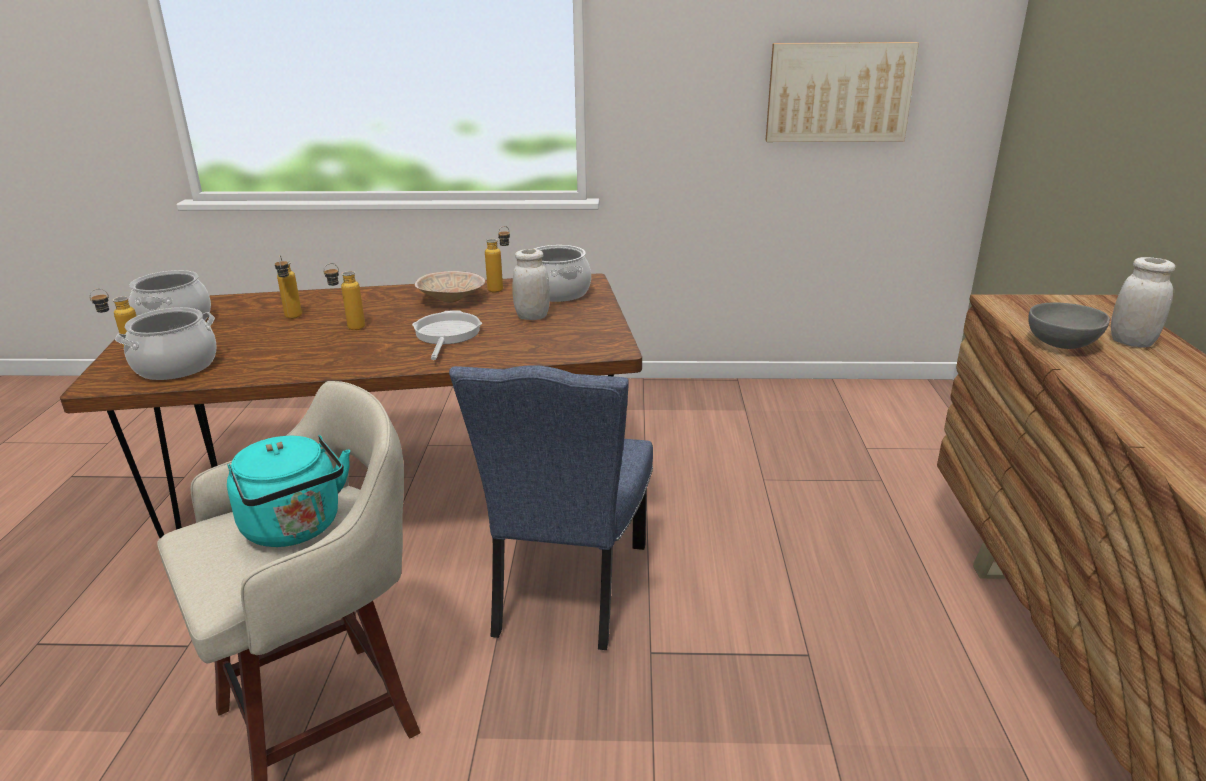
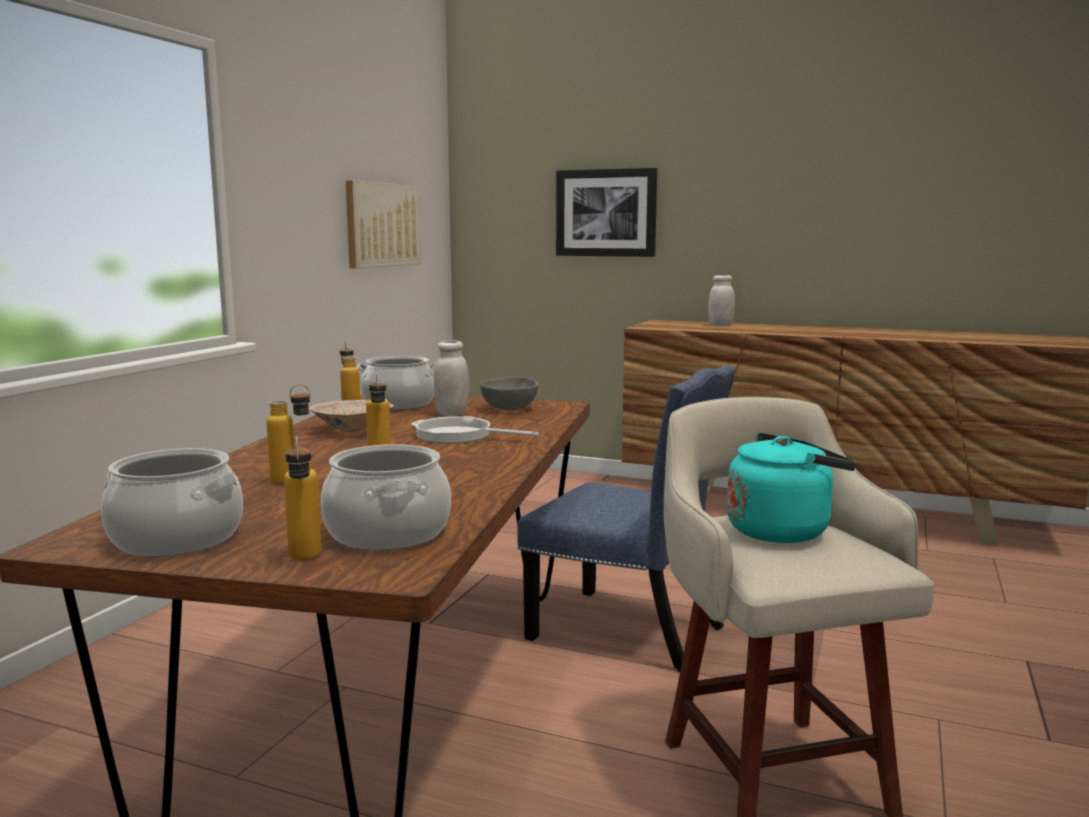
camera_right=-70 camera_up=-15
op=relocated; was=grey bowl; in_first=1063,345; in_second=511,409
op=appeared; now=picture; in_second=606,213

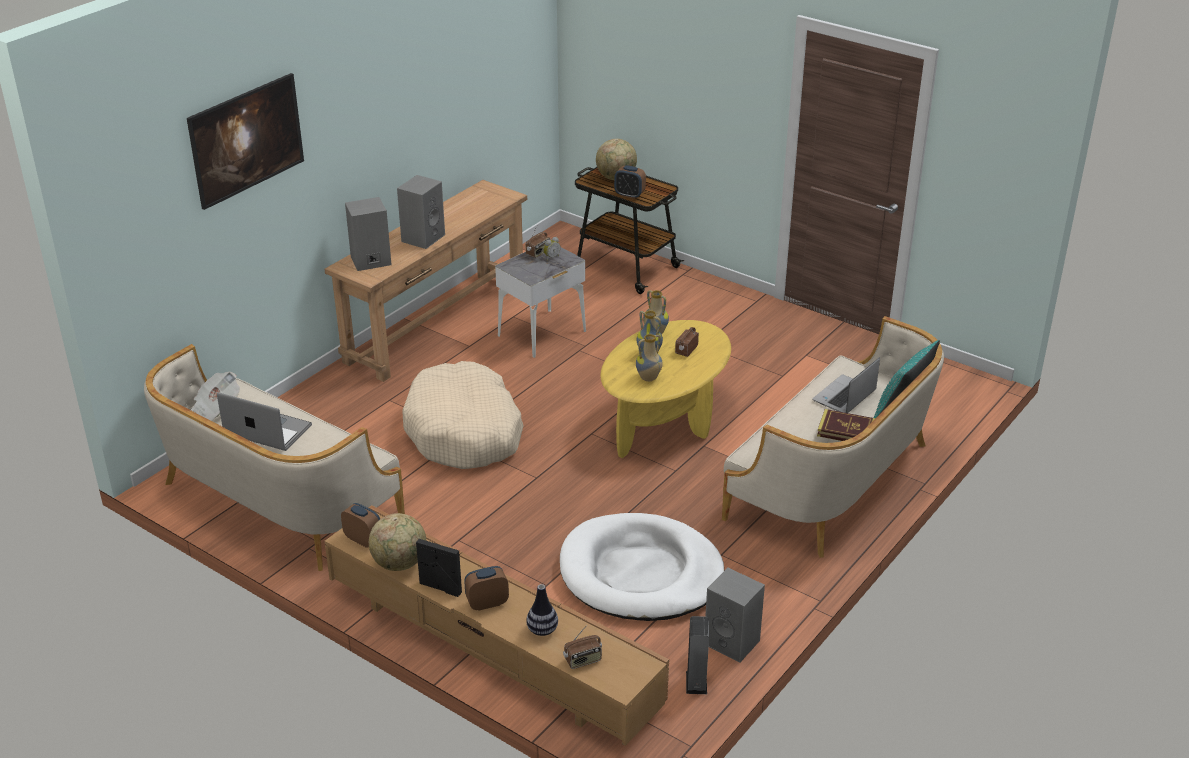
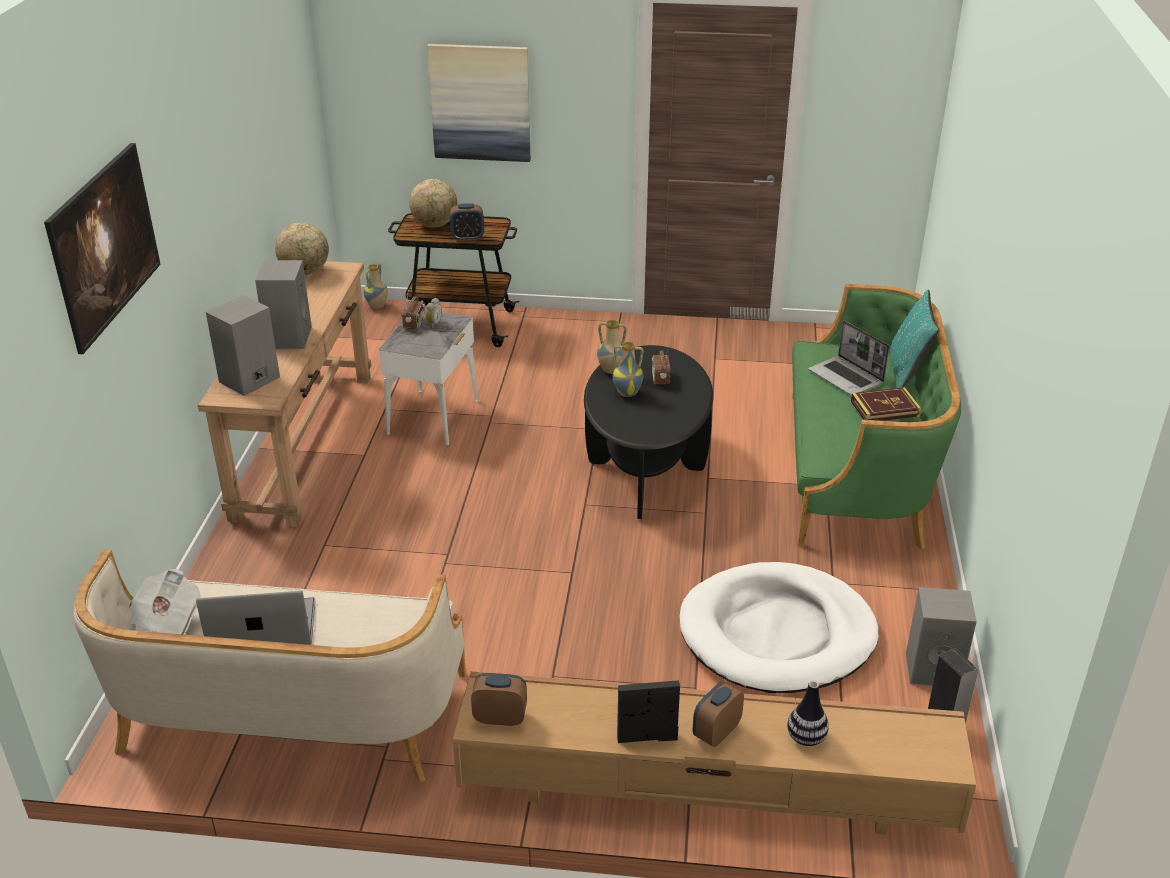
camera_right=-30 camera_up=0
op=relocated; was=globe; in_first=400,563; in_second=305,272
op=relocated; was=vase; in_first=648,378; in_second=377,306
op=appeared; now=picture; in_second=480,102
op=colour; was=yellow coffee table; now=black coffee table; in_first=664,421; in_second=646,466
op=colour; was=beige sofa; now=green sofa; in_first=832,480; in_second=857,469
op=spun; was=laptop; in_first=844,397; in_second=846,377; clockwise=-45
op=missing; was=beige dog bed; in_first=464,432
op=missing; was=radio; in_first=583,661

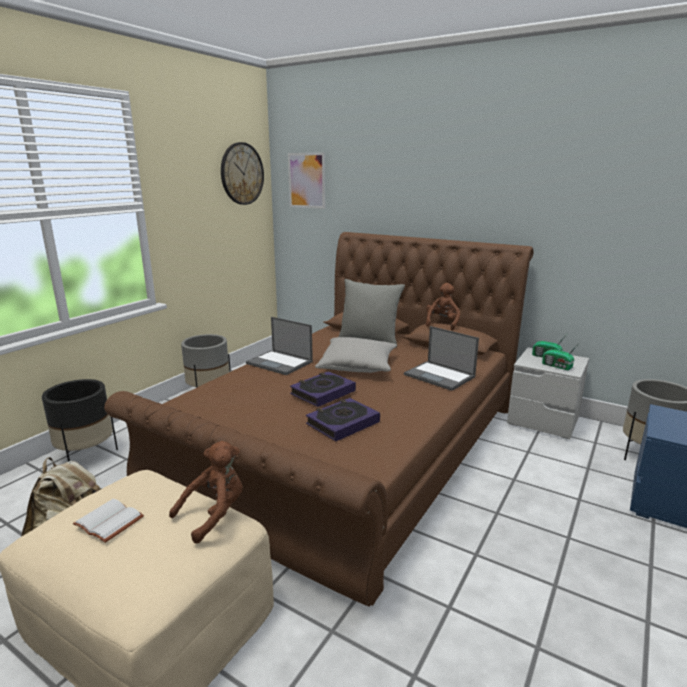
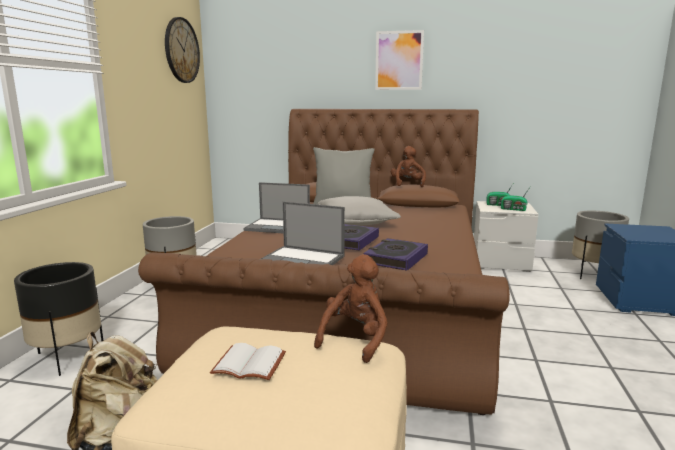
camera_right=-20 camera_up=-5
op=relocated; was=laptop; in_first=440,376; in_second=303,260
op=relocated; was=picture; in_first=307,180; in_second=399,60

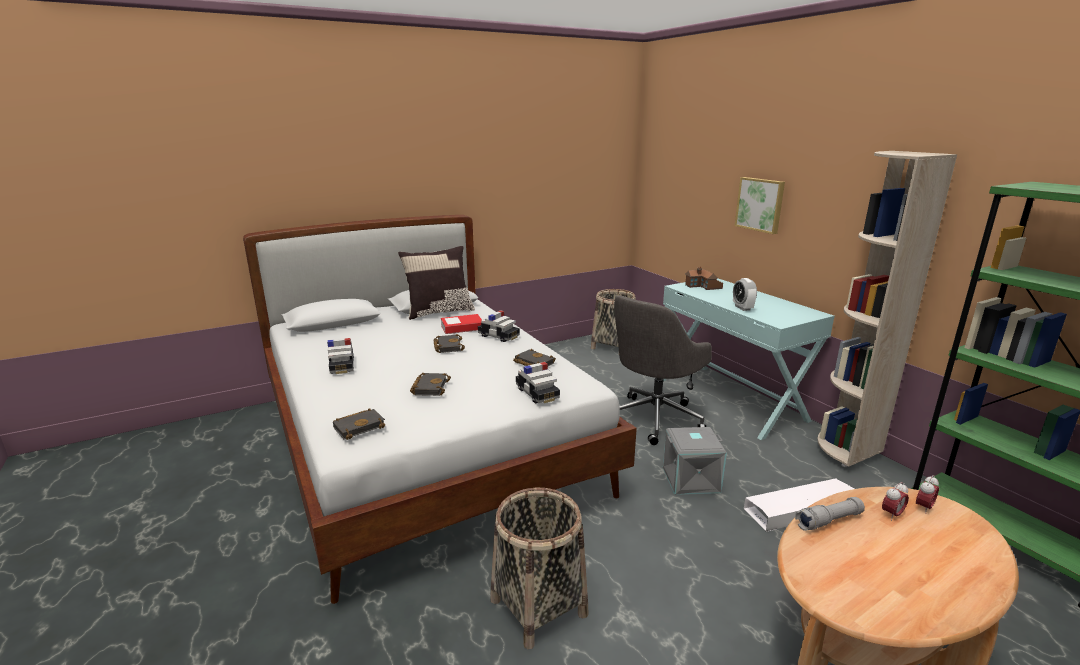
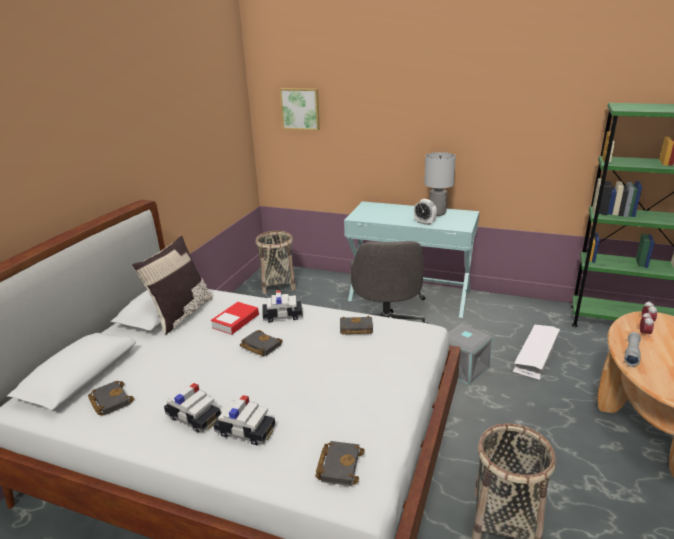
camera_right=-40 camera_up=5
op=relocated; was=black book; in_first=429,387; in_second=109,401
op=relocated; was=toy car; in_first=537,393; in_second=246,431
op=relocated; was=picture; in_first=760,204; in_second=300,109
op=appeared; now=grey table lamp; in_second=437,214
op=missing; was=toy house; in_first=703,286
op=missing; was=beige bookcase; in_first=842,452

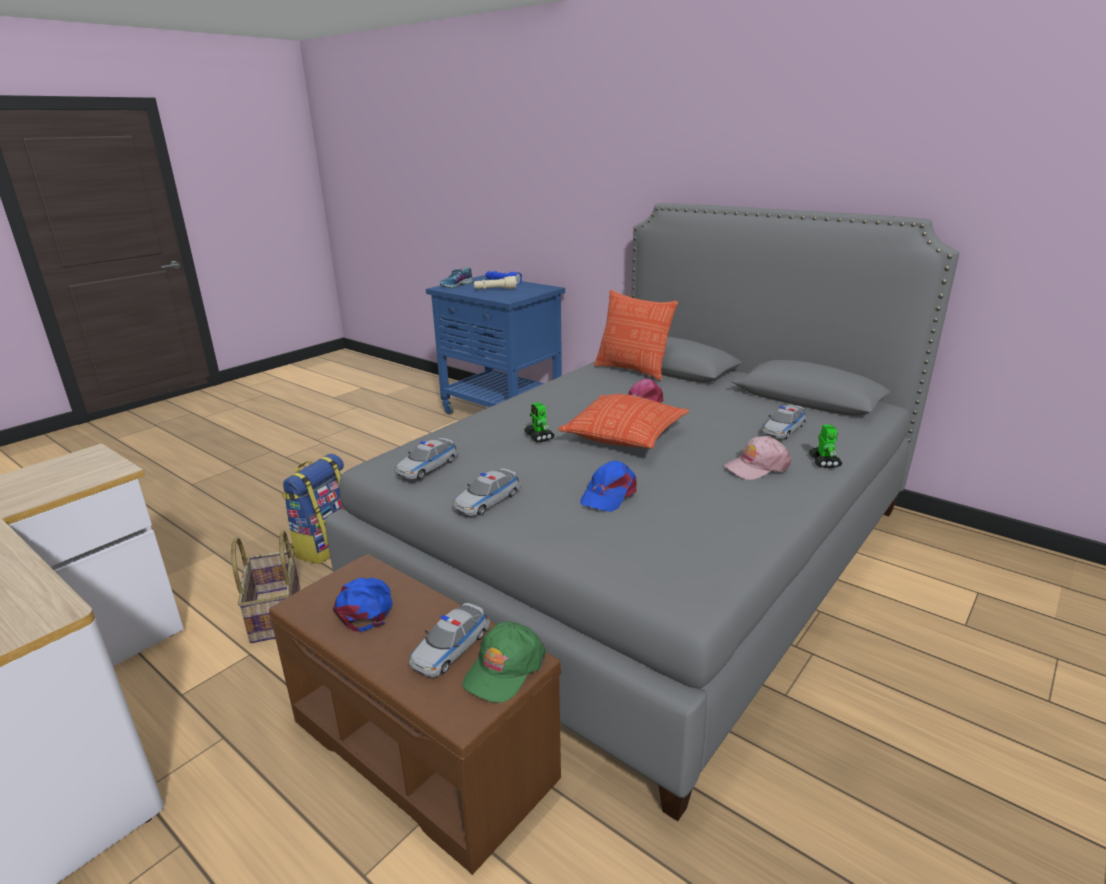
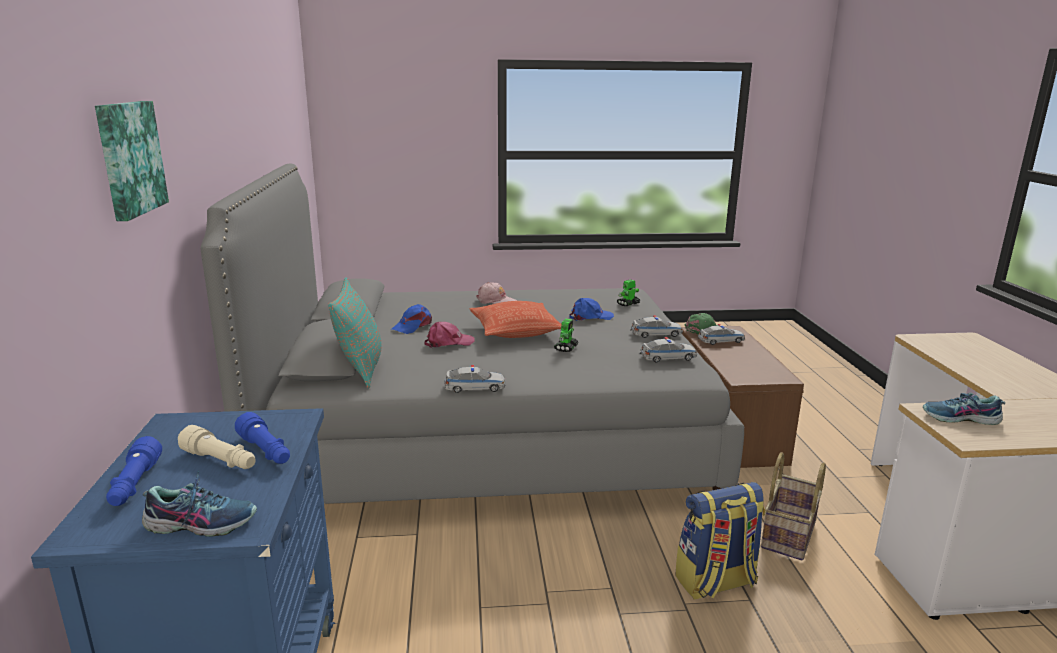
camera_right=-135 camera_up=-5
op=appeared; now=picture; in_second=129,158
op=appeared; now=blue flashlight; in_second=266,451
op=colour; was=orange pillow; now=turquoise pillow; in_first=633,370; in_second=361,370
op=relocated; was=blue cap; in_first=365,607; in_second=413,326
op=relocated; was=toy car; in_first=783,429; in_second=475,387
op=relocated; was=toy robot; in_first=824,462; in_second=628,304
op=appeared; now=shoe; in_second=960,418

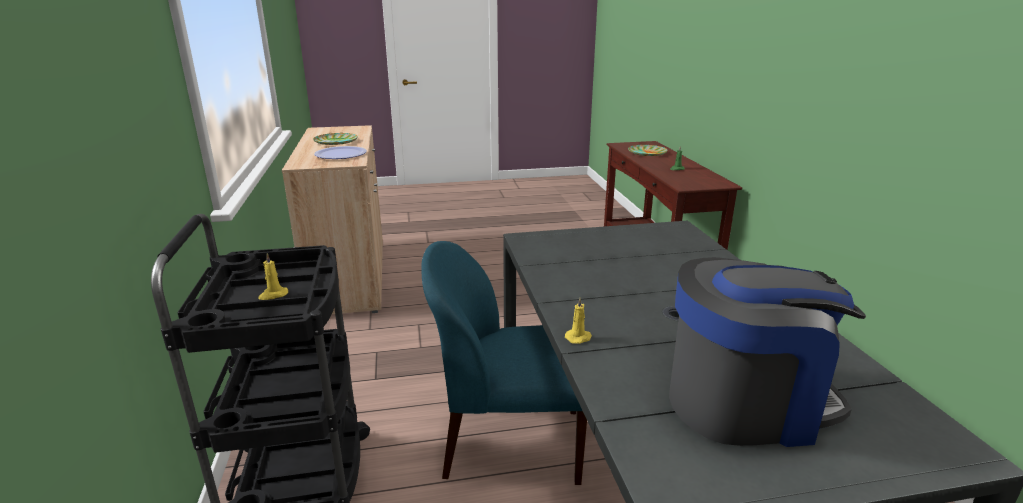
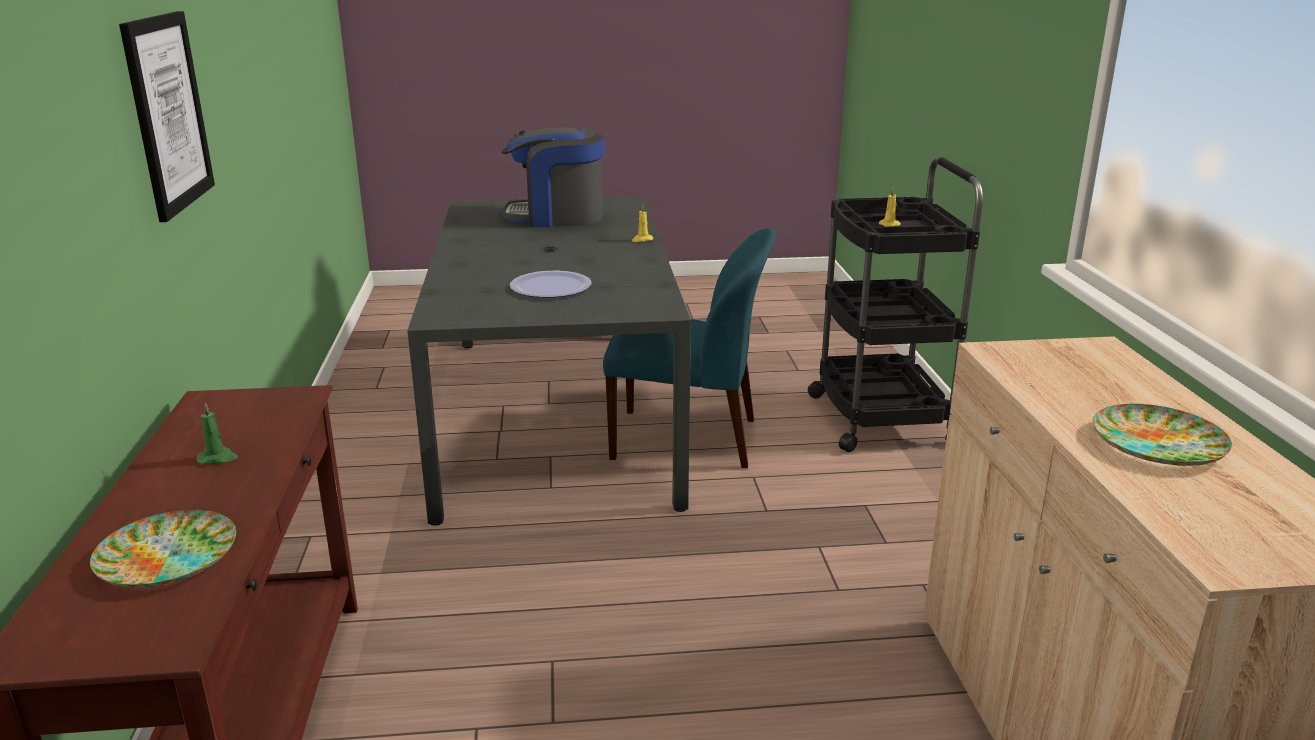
camera_right=-175 camera_up=0
op=appeared; now=picture; in_second=168,113
op=relocated; was=plate; in_first=340,154; in_second=551,287

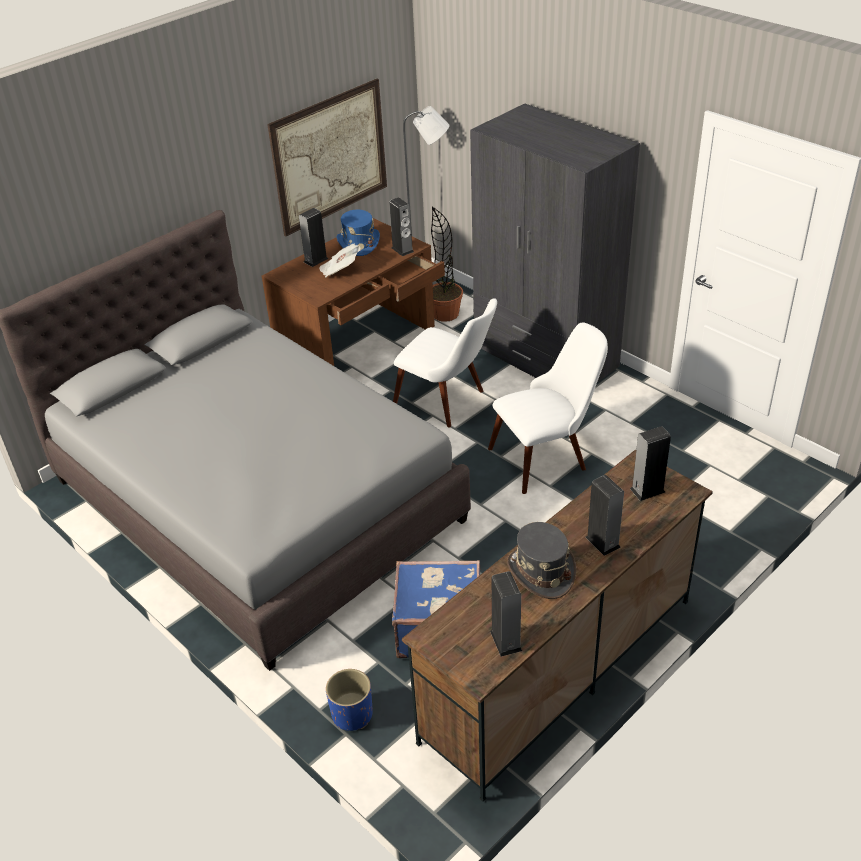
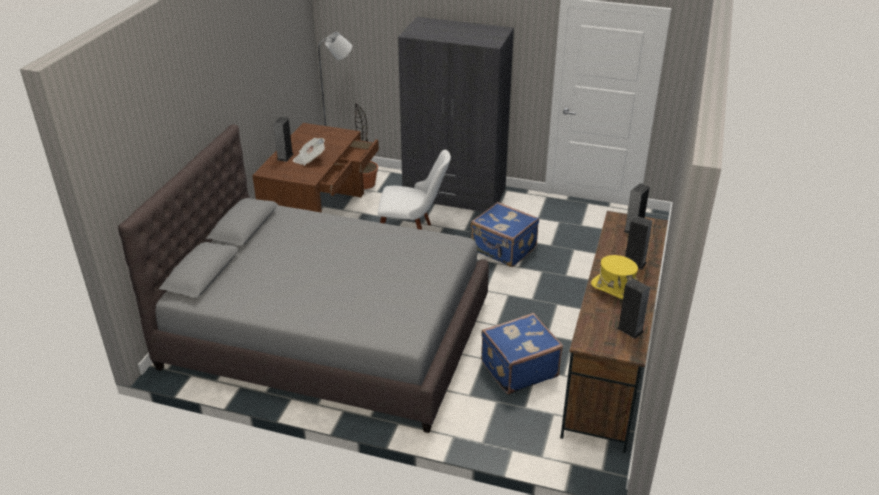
camera_right=-30 camera_up=-5
op=exchanged; was=white chair; now=blue suitcase; in_first=548,455; in_second=503,250
op=colour; was=grey hat; now=yellow hat; in_first=541,572; in_second=615,288
op=missing; was=picture; in_first=330,157
op=missing; was=blue planter; in_first=352,714
op=missing; was=blue hat; in_first=358,243
op=missing; was=speaker; in_first=402,249

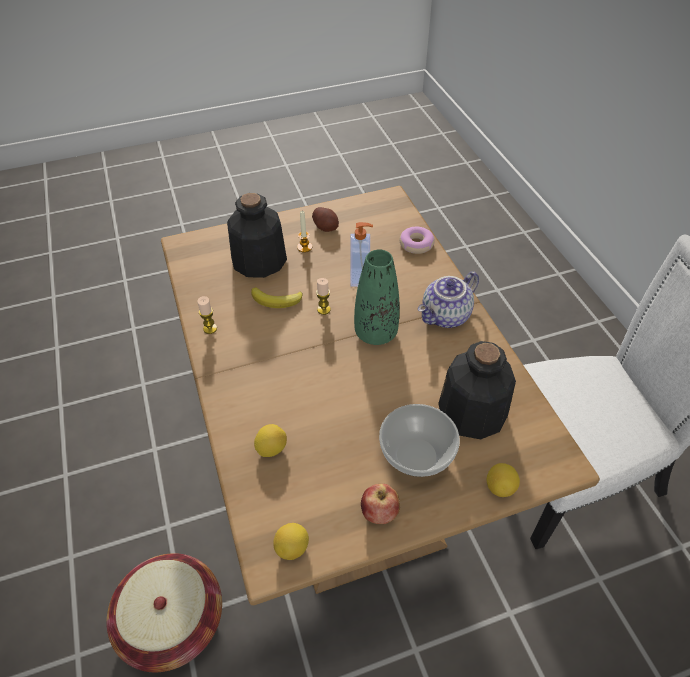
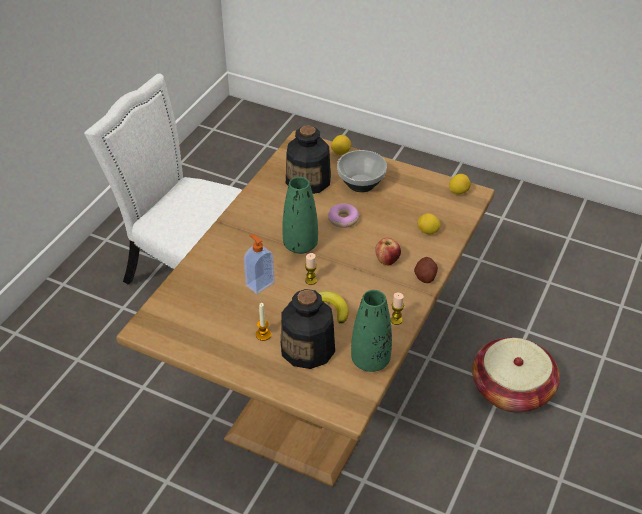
camera_right=-135 camera_up=-5
op=relocated; was=donut; in_first=416,244; in_second=343,219
op=appeared; now=green vase; in_second=370,361
op=relocated; was=apple; in_first=379,513; in_second=387,261
op=relocated; was=potato; in_first=326,227; in_second=425,276
op=missing; was=teapot; in_first=446,317

